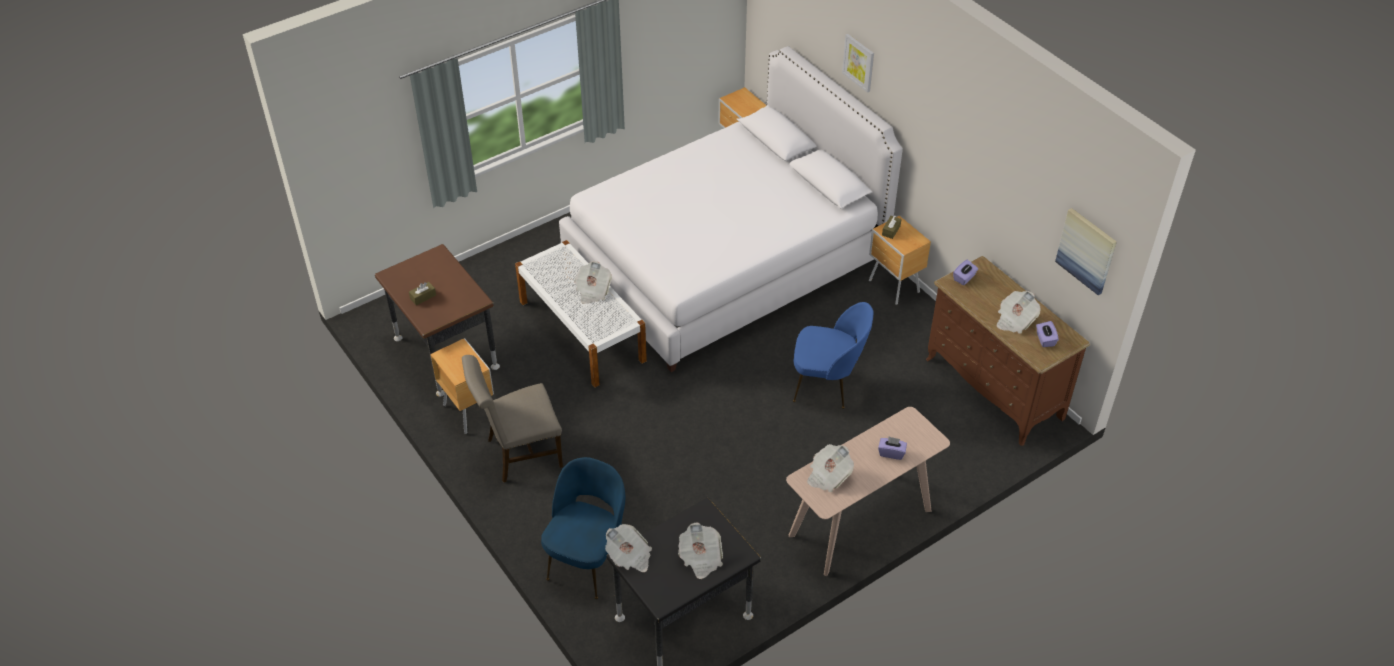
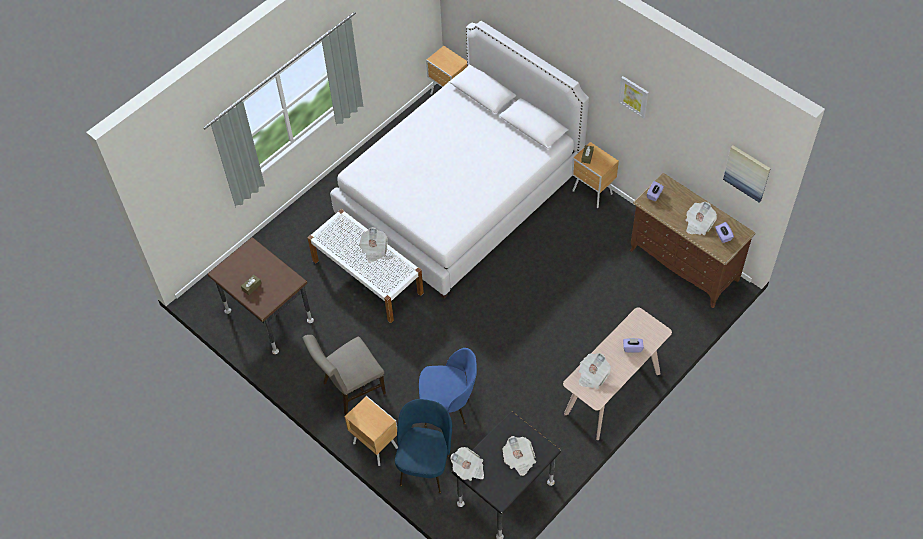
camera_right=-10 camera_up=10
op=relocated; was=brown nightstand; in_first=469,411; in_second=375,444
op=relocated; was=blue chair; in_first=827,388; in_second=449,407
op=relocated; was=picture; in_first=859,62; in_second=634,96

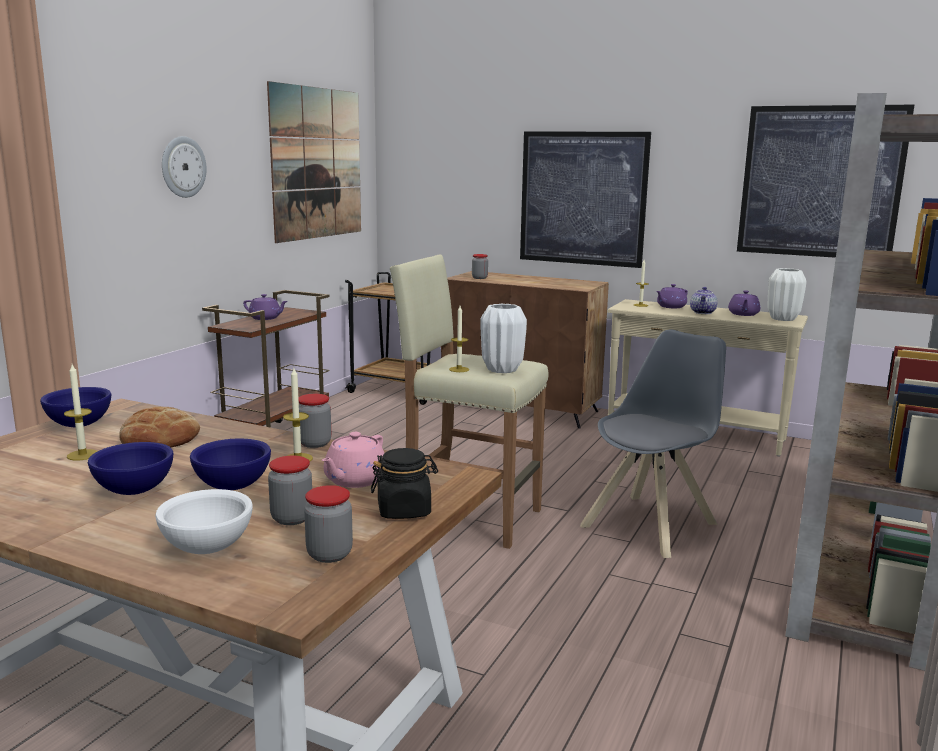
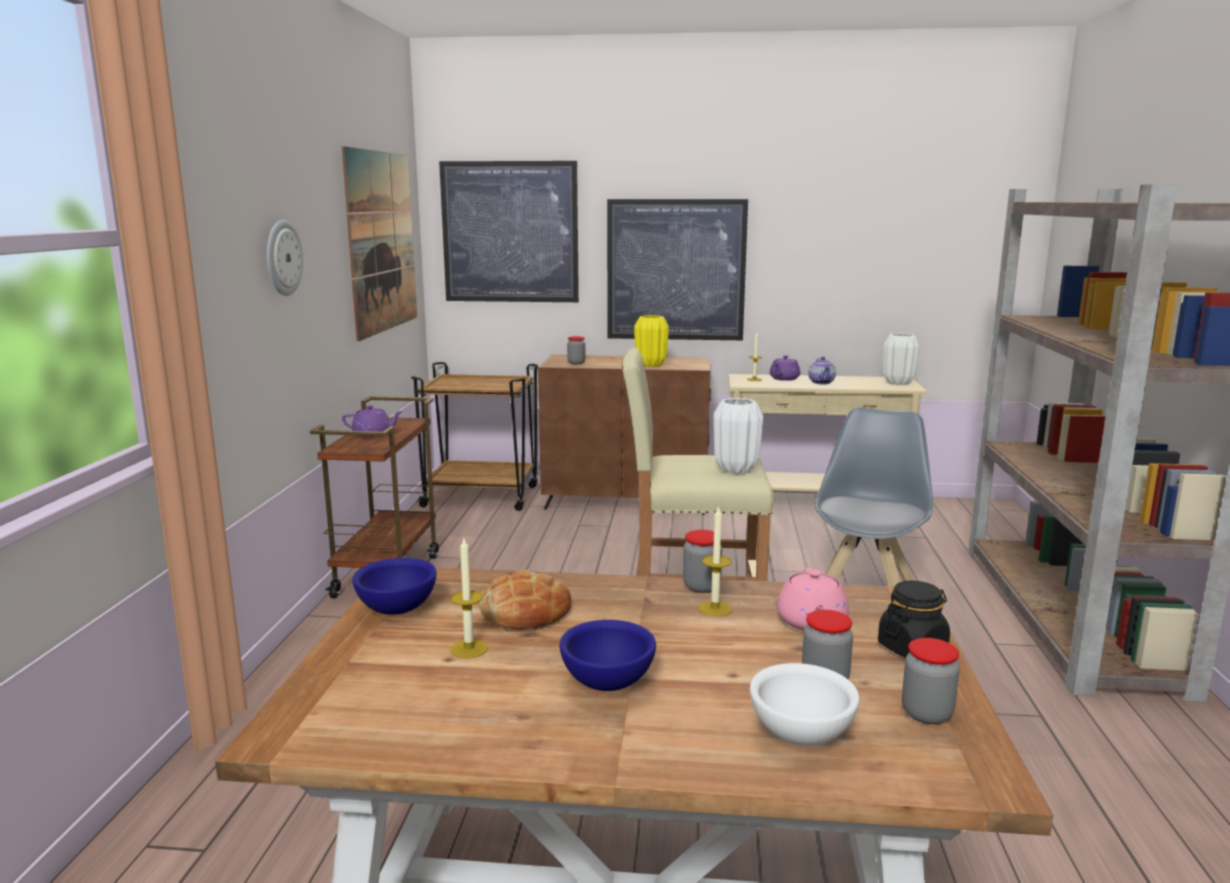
camera_right=-20 camera_up=0
op=relocated; was=picture; in_first=820,182; in_second=510,232
op=appeared; now=yellow vase; in_second=650,365
op=missing; was=blue bowl; in_first=231,486
op=missing; was=candle; in_first=459,369
op=missing; was=purple teapot; in_first=743,314

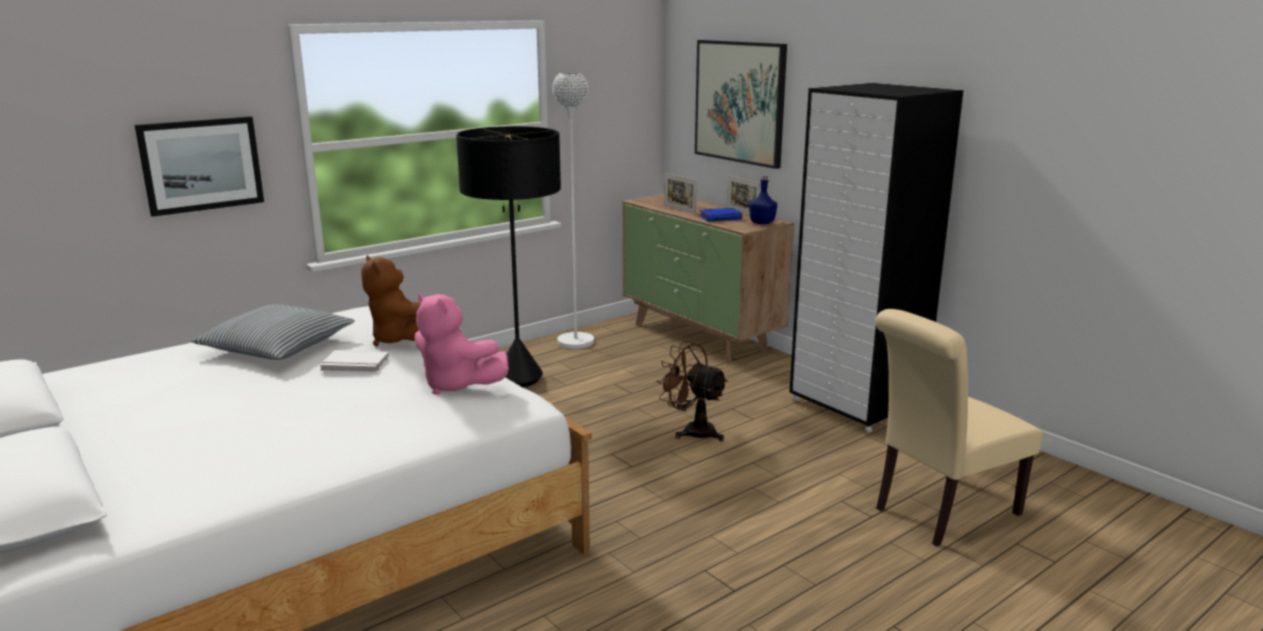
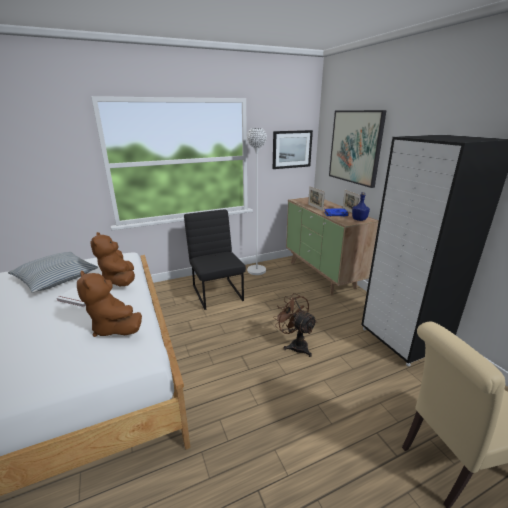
camera_right=15 camera_up=5
op=colour; was=pink plush toy; now=brown plush toy; in_first=456,386; in_second=115,328
op=exchanged; was=black floor lamp; now=black chair; in_first=519,380; in_second=217,292
op=relocated; was=picture; in_first=201,165; in_second=292,149

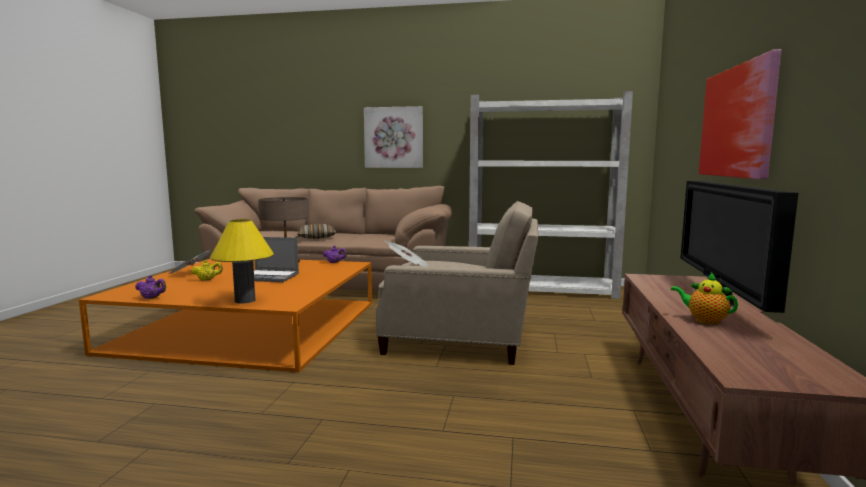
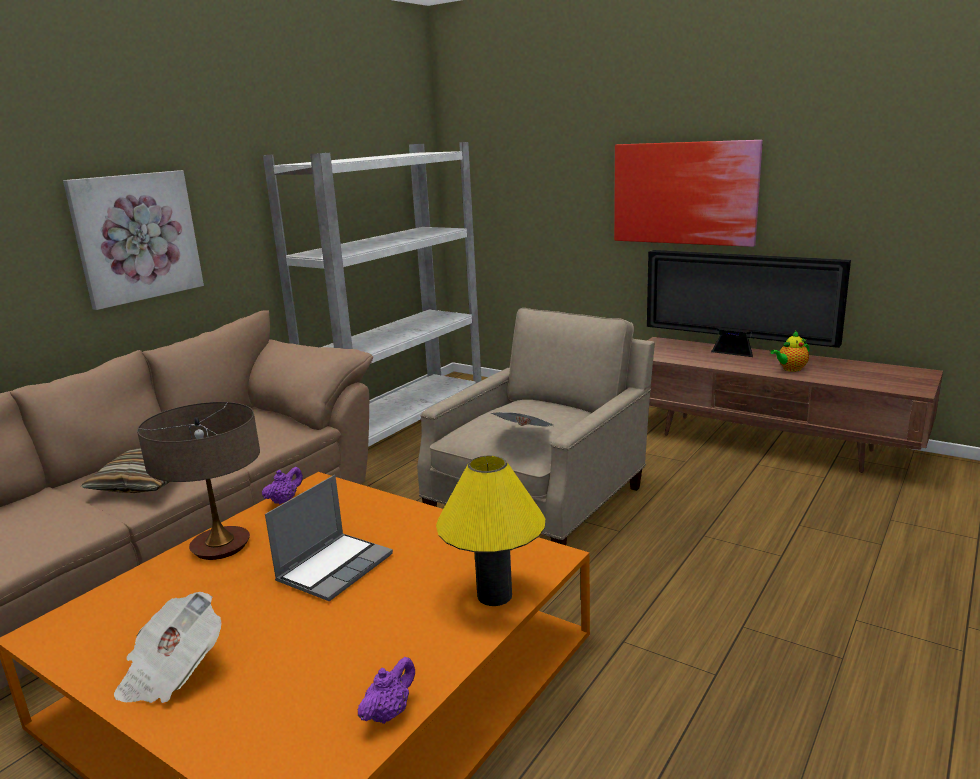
camera_right=-65 camera_up=10
op=missing; was=yellow teapot; in_first=207,280

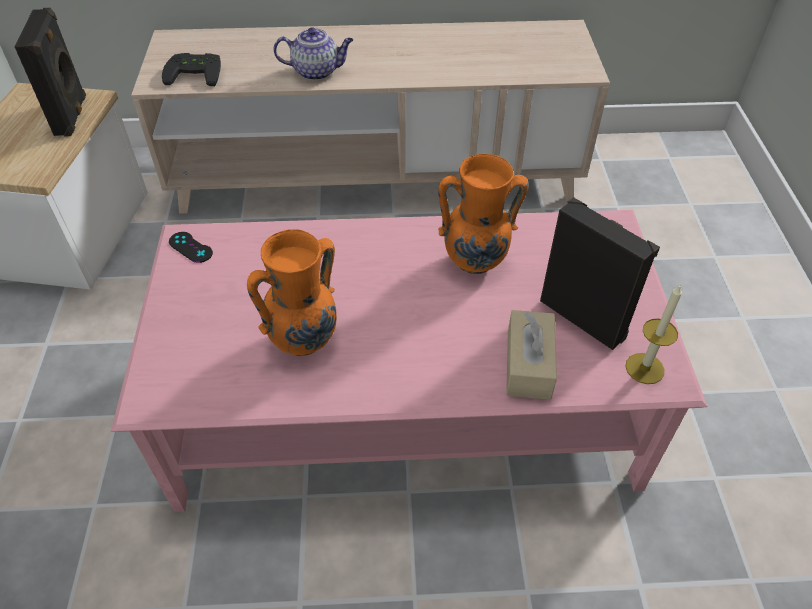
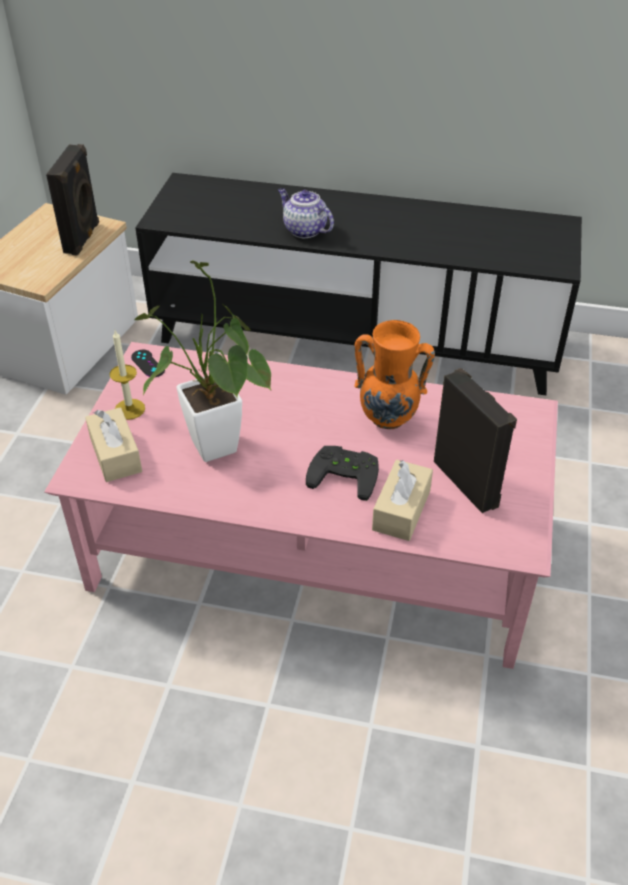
camera_right=15 camera_up=-5
op=appeared; now=beige tissue box; in_second=115,454
op=relocated; was=candle; in_first=644,368; in_second=129,409
op=exchanged; was=orange vase; now=potted plant; in_first=305,341; in_second=218,454
op=colour; was=beige tv stand; now=black tv stand; in_first=376,176; in_second=355,339
op=spun; was=teapot; in_first=317,71; in_second=304,230; clockwise=-150
op=relocated; was=black game controller; in_first=196,72; in_second=346,473

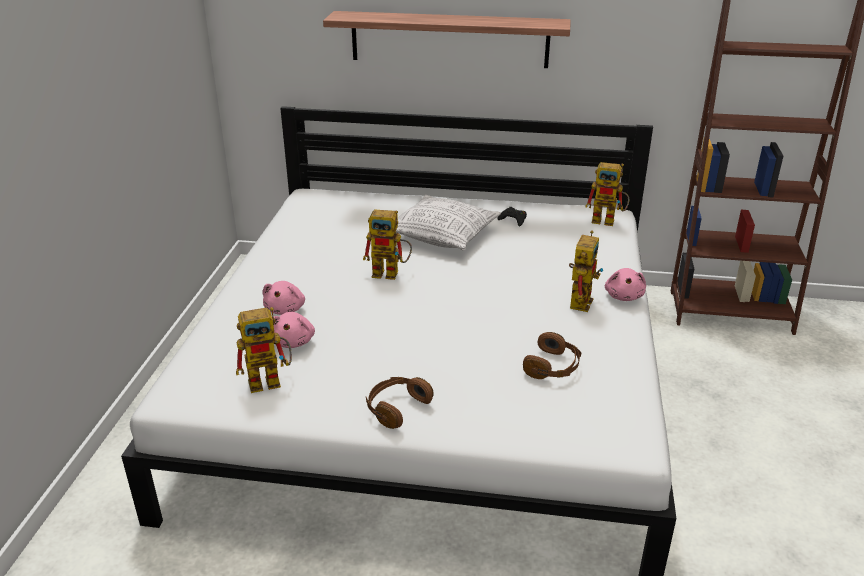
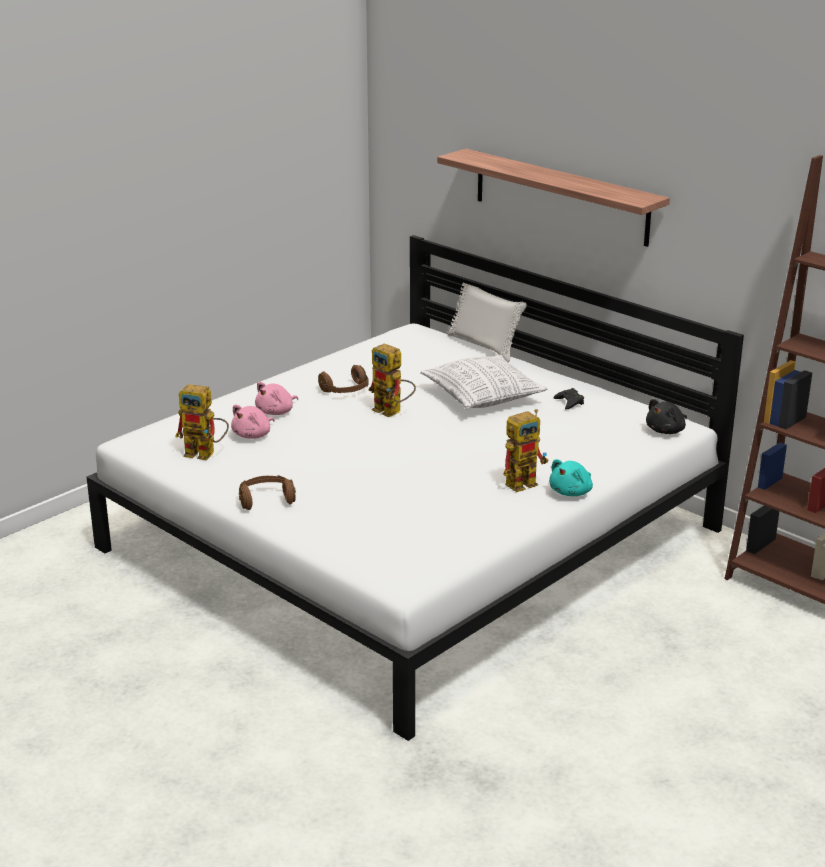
camera_right=35 camera_up=-5
op=relocated; was=brown headphones; in_first=553,367; in_second=346,390
op=appeared; now=white pillow; in_second=485,346
op=colour; was=pink plush toy; now=turquoise plush toy; in_first=624,296; in_second=572,492
op=exchanged; was=toy robot; now=black plush toy; in_first=608,221; in_second=666,431

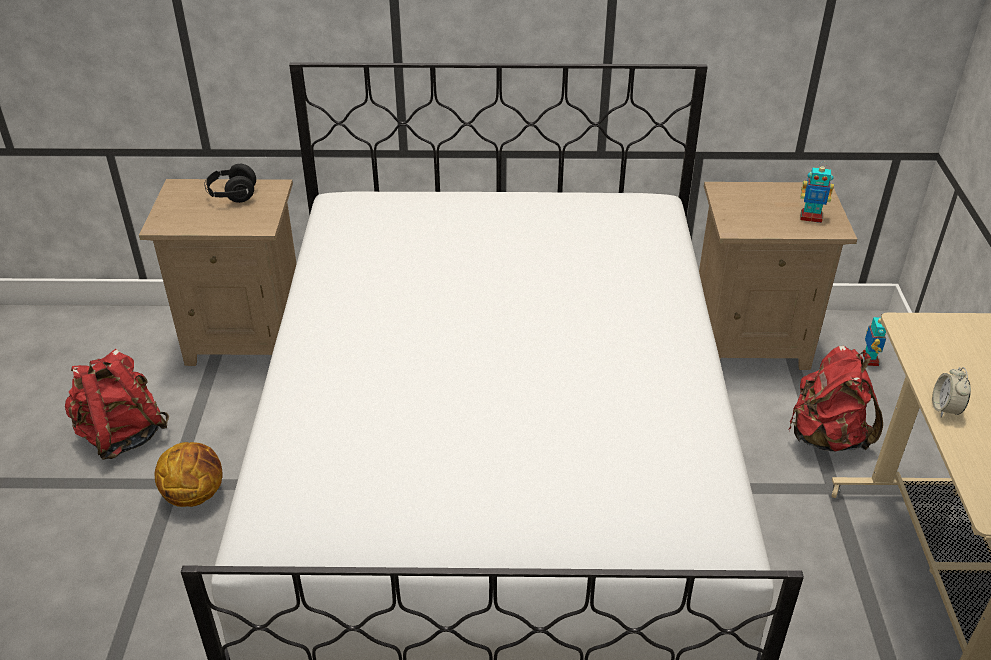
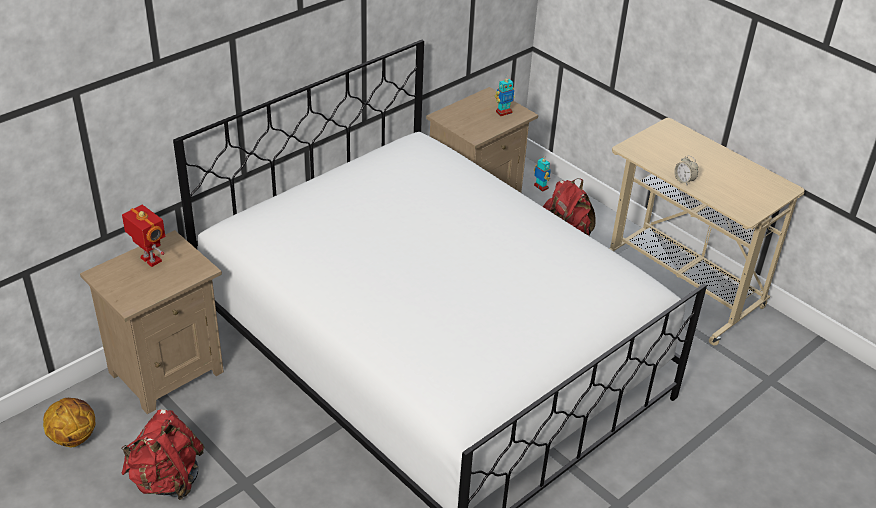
camera_right=-45 camera_up=0
op=relocated; was=basketball; in_first=195,494; in_second=73,437
op=exchanged; was=black headphones; now=toy robot; in_first=232,195; in_second=149,260

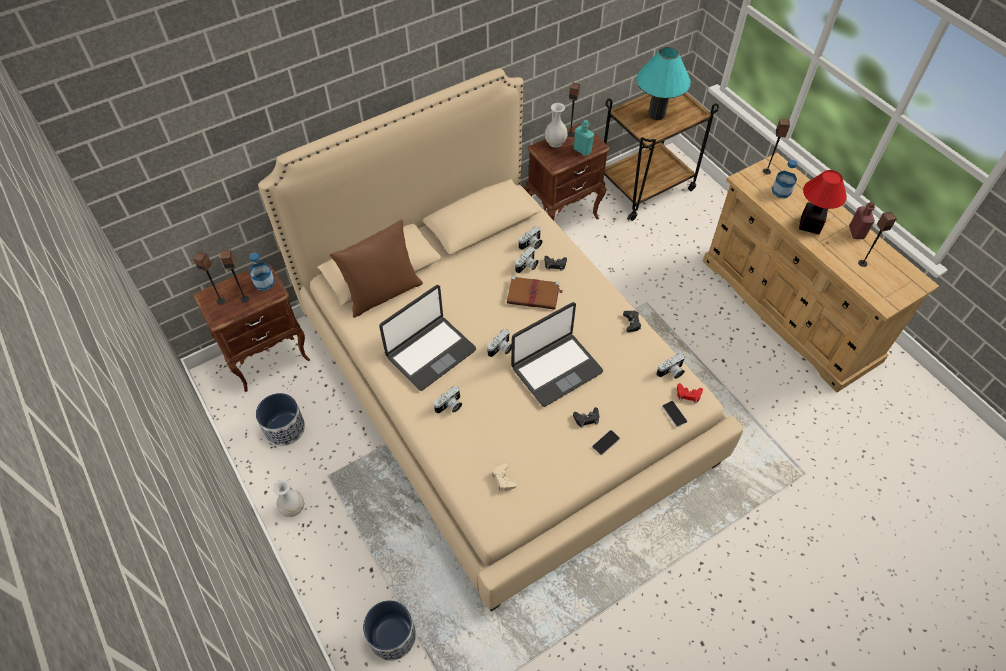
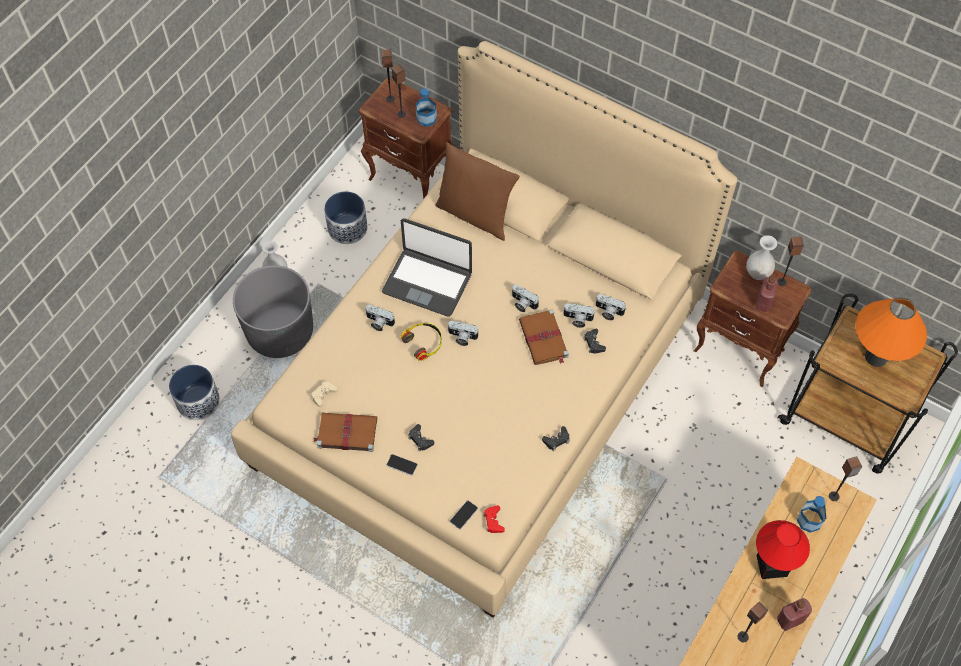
camera_right=65 camera_up=5
op=appeared; now=grey planter; in_second=280,332
op=appeared; now=brown book; in_second=346,433
op=appeared; now=headphones; in_second=424,342
op=relocated; was=photo camera; in_first=671,372; in_second=522,303
op=colour; was=turquoise bottle; now=red bottle; in_first=582,150; in_second=763,303
op=colour; was=turquoise table lamp; now=orange table lamp; in_first=656,114; in_second=876,357
op=missing; was=laptop; in_first=556,369

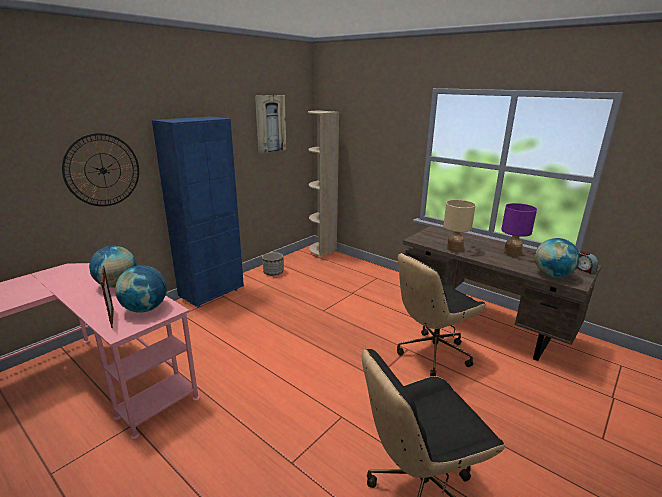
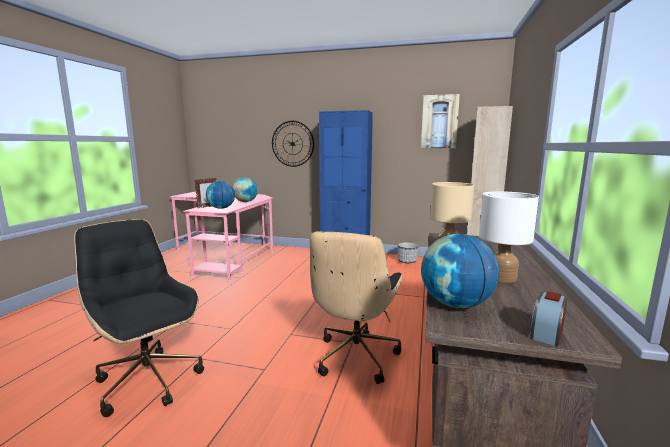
camera_right=65 camera_up=-10
op=spun; was=black office chair; in_first=431,355; in_second=355,359; clockwise=-105
op=colour; was=purple table lamp; now=white table lamp; in_first=512,253; in_second=500,278

